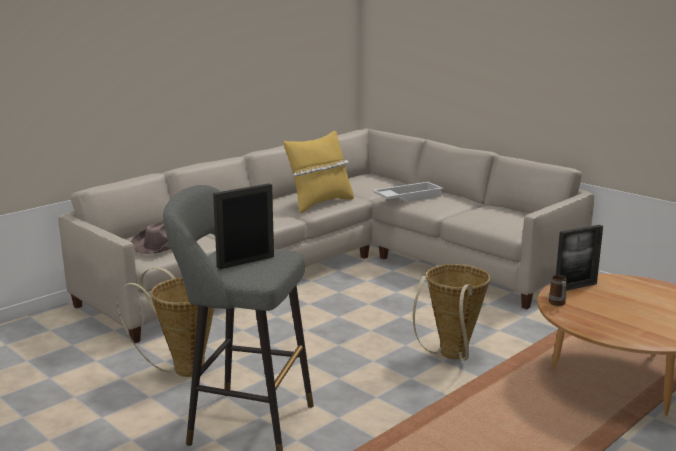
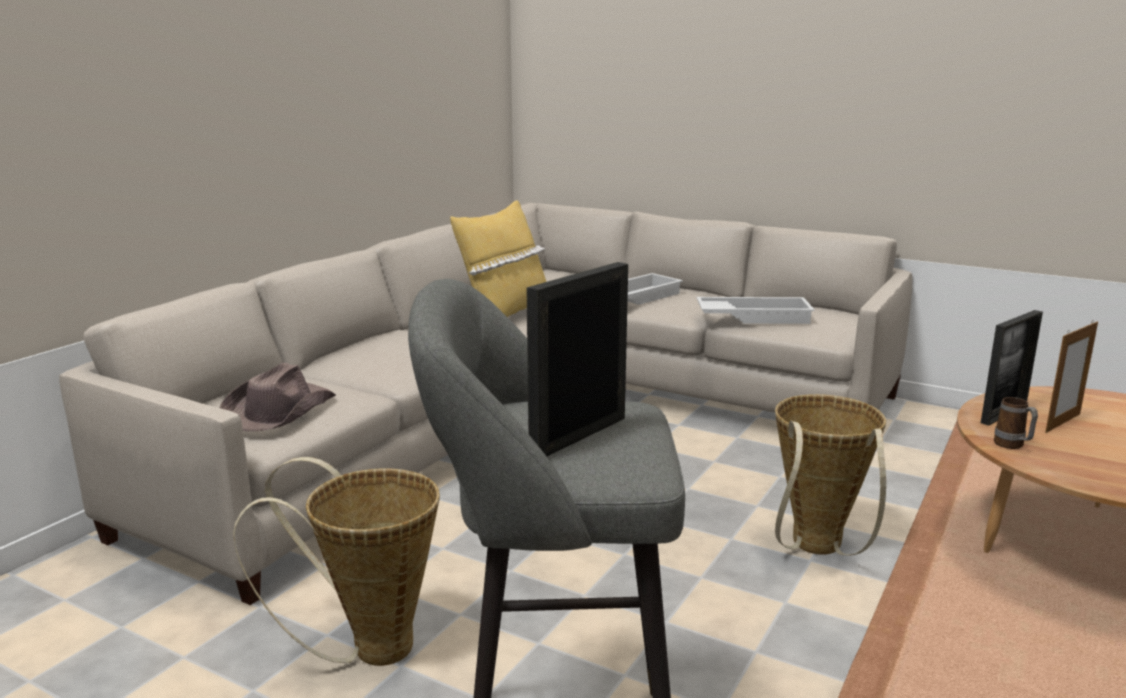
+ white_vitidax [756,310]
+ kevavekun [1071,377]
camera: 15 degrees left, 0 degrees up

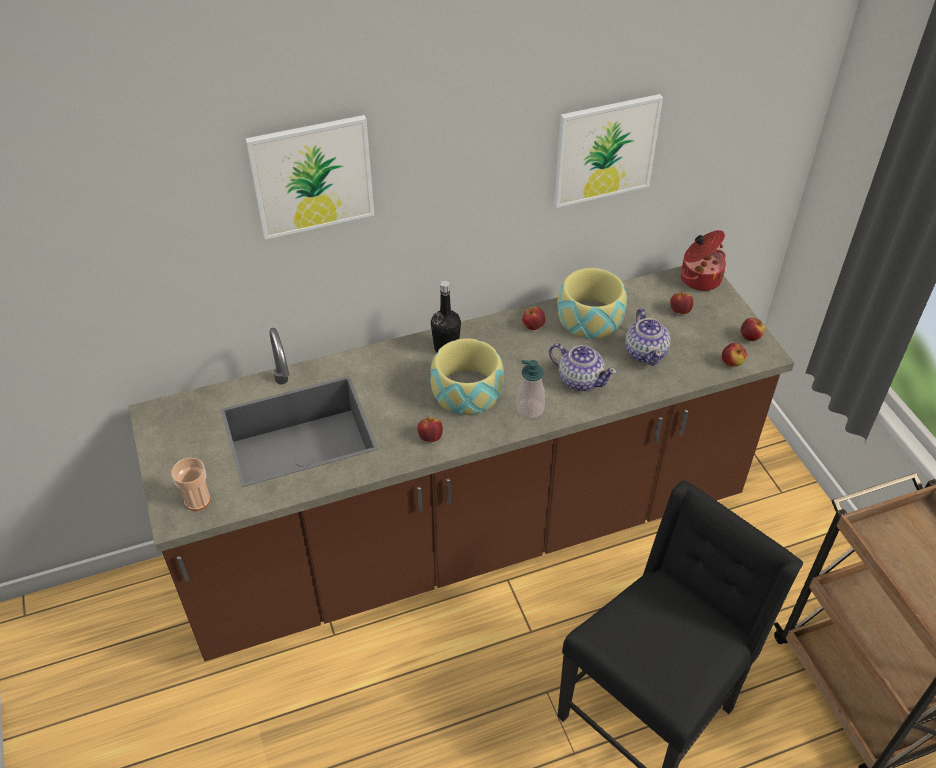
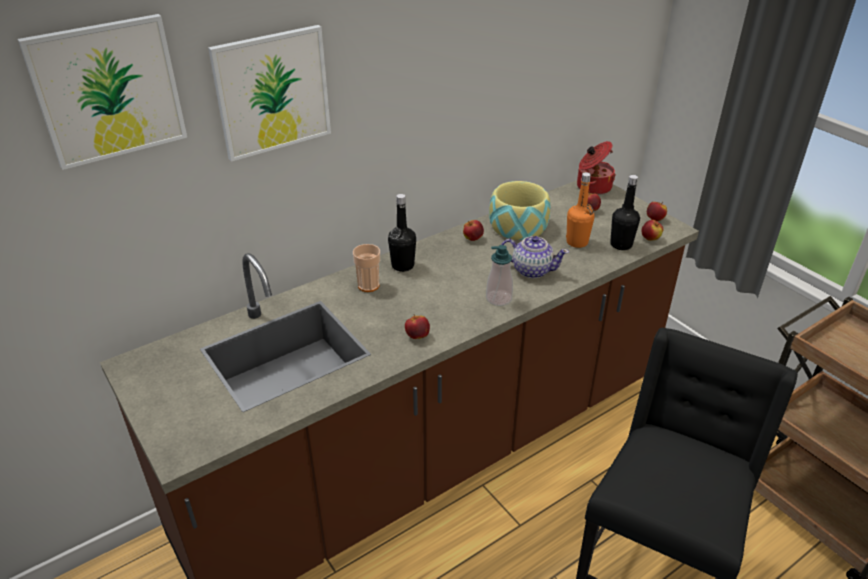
- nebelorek [467,376]
+ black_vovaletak [625,212]
~ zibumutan [190,484] to [366,268]
~ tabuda [608,151] to [102,92]
~ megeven [648,337] to orange_vovaletak [580,210]
camera: 15 degrees left, 10 degrees down

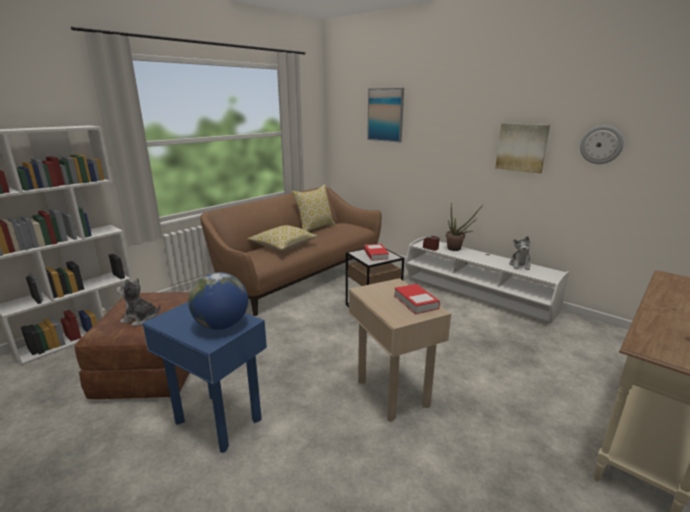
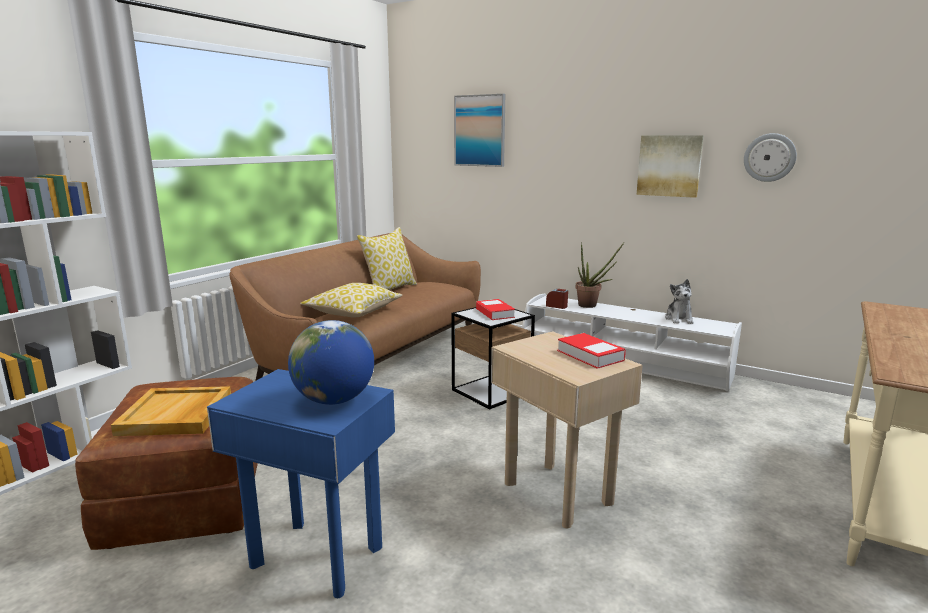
~ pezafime [138,302] to beige_vitidax [171,411]
camera: 10 degrees left, 5 degrees down

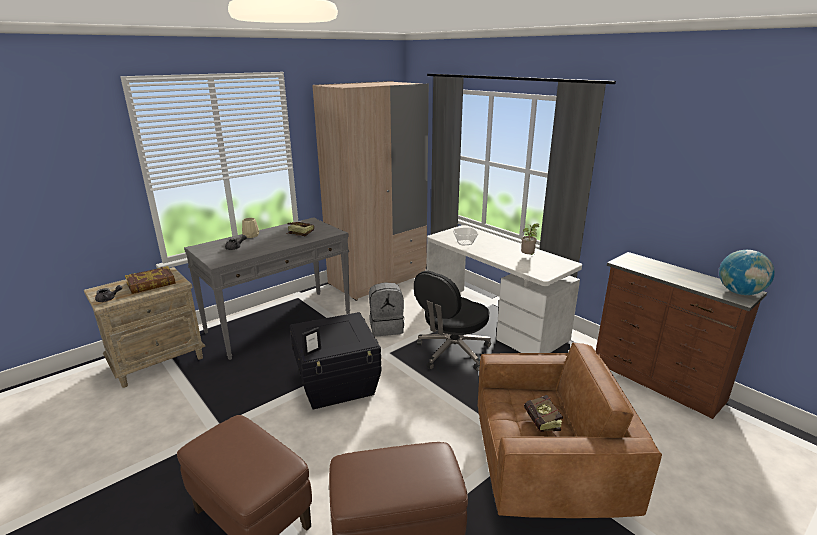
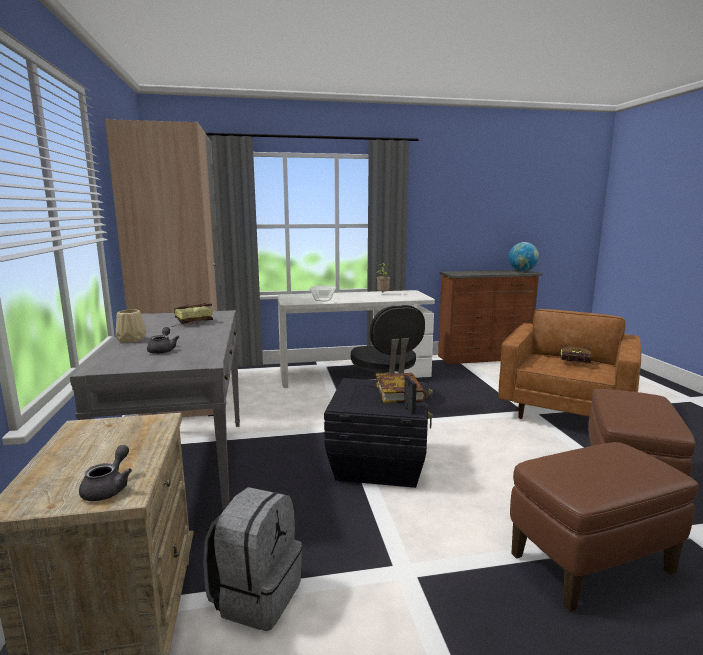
~ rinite [150,280] to [401,388]
~ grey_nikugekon [386,309] to [252,559]
camera: 60 degrees left, 10 degrees down

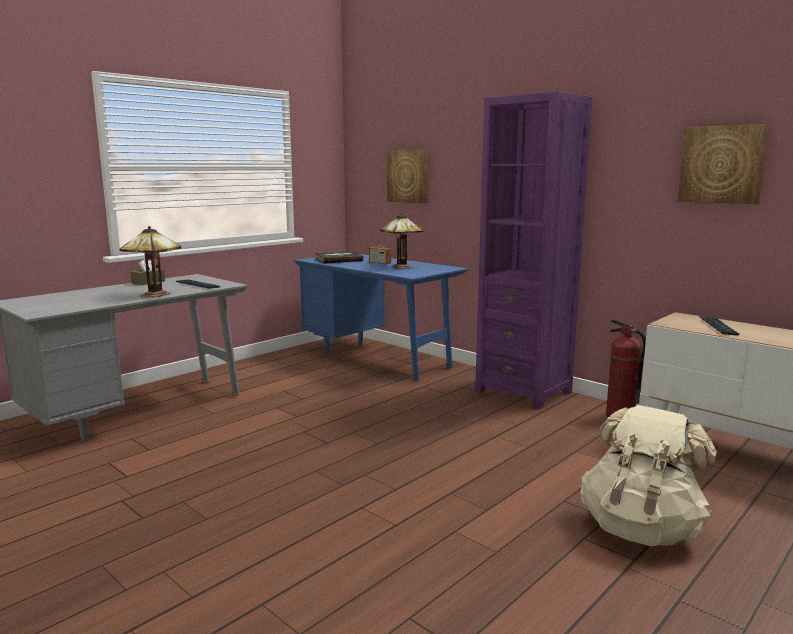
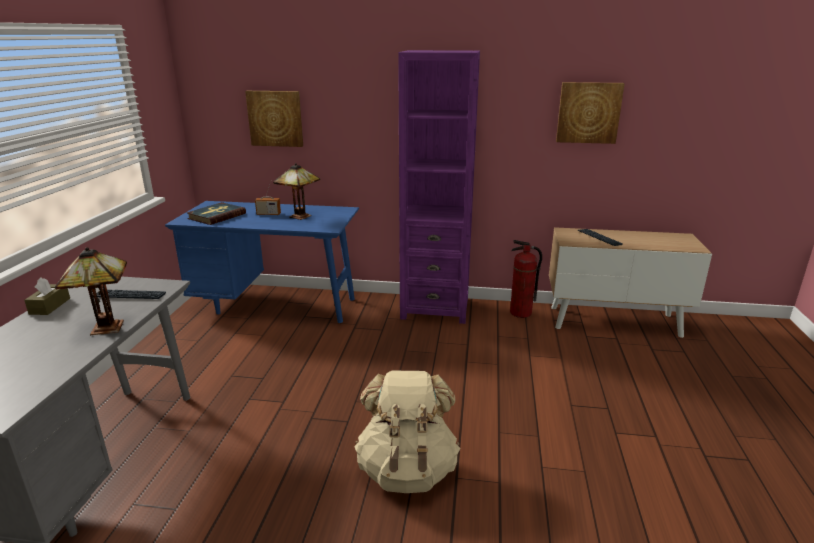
~ beige_nikugekon [648,475] to [407,432]
camera: 35 degrees left, 10 degrees up

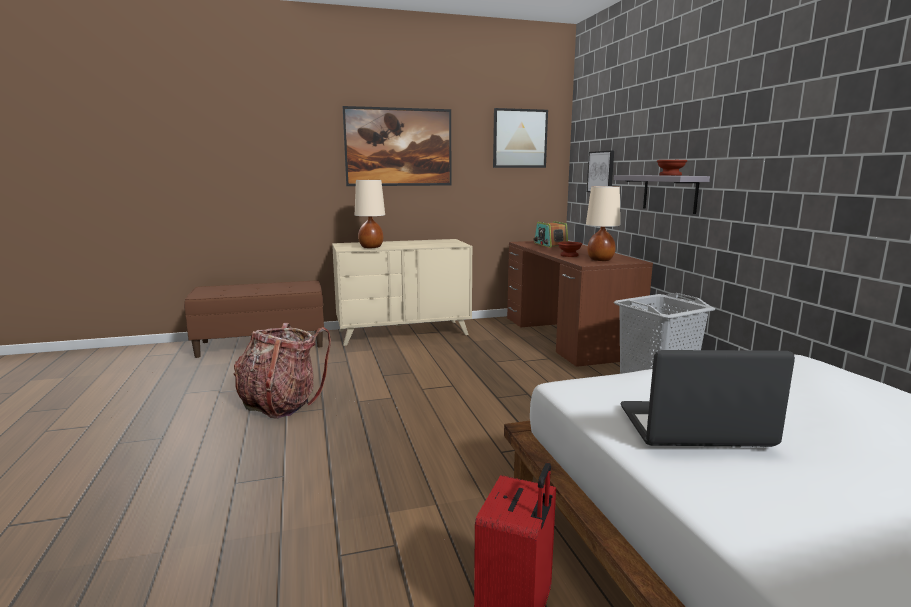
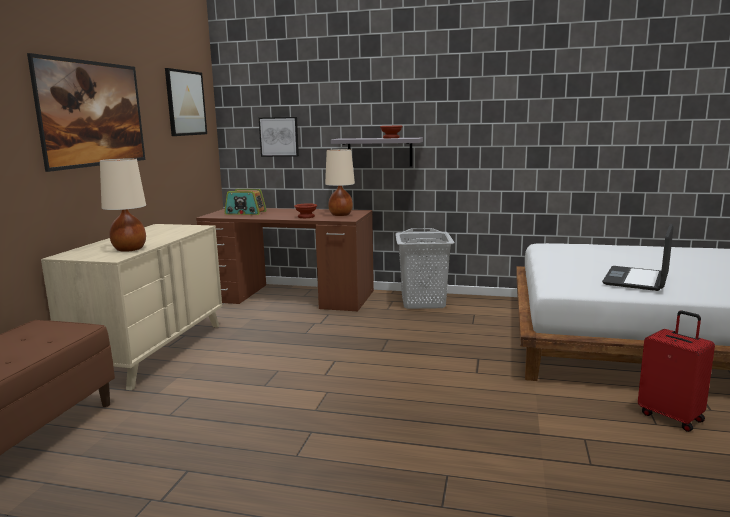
- nikugekon [282,371]
camera: 60 degrees left, 0 degrees up

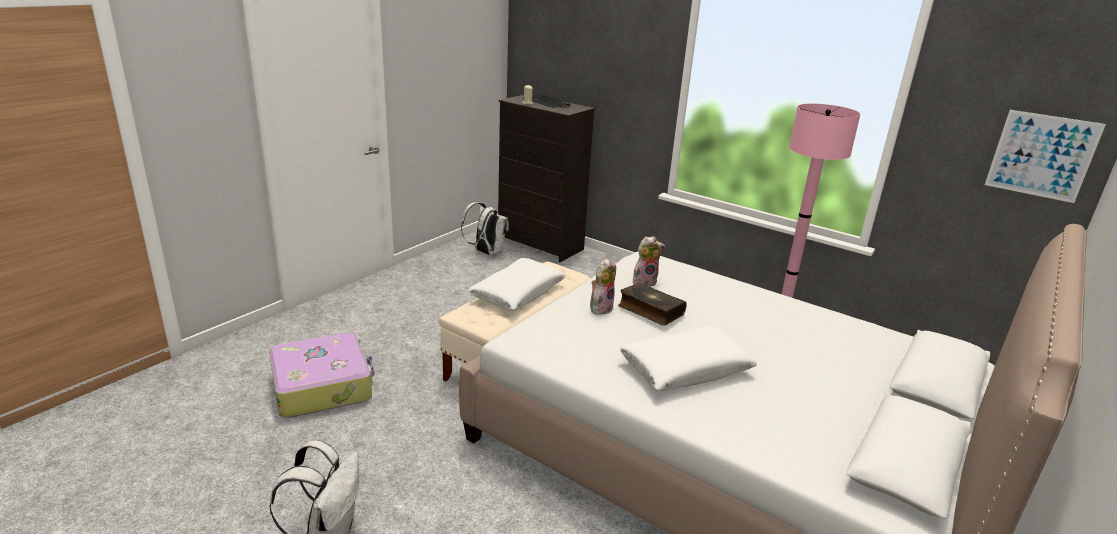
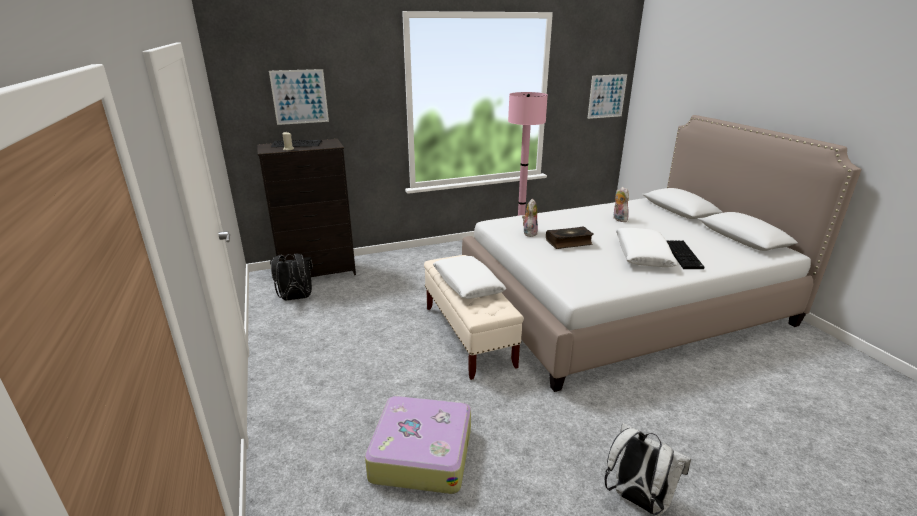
+ tabuda [299,97]
+ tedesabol [685,254]
~ pezafime [603,286] to [621,204]
~ white_nikugekon [485,229] to black_nikugekon [291,277]
camera: 55 degrees left, 0 degrees up

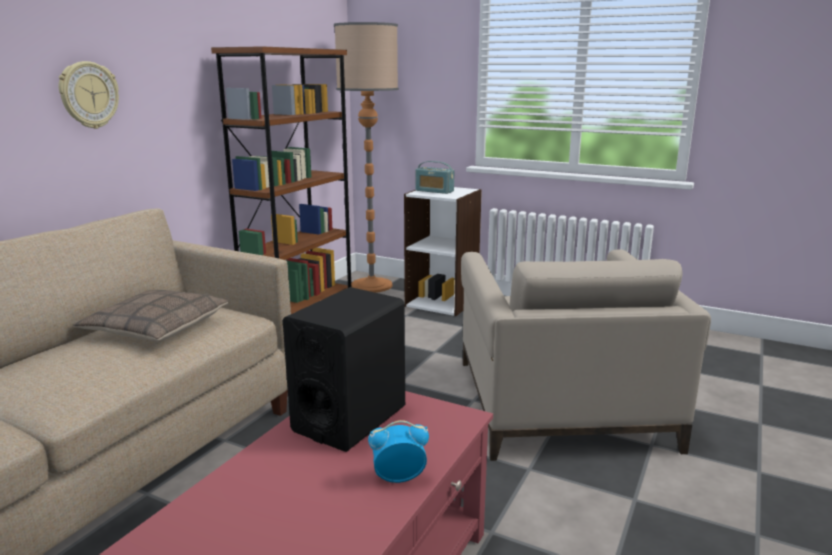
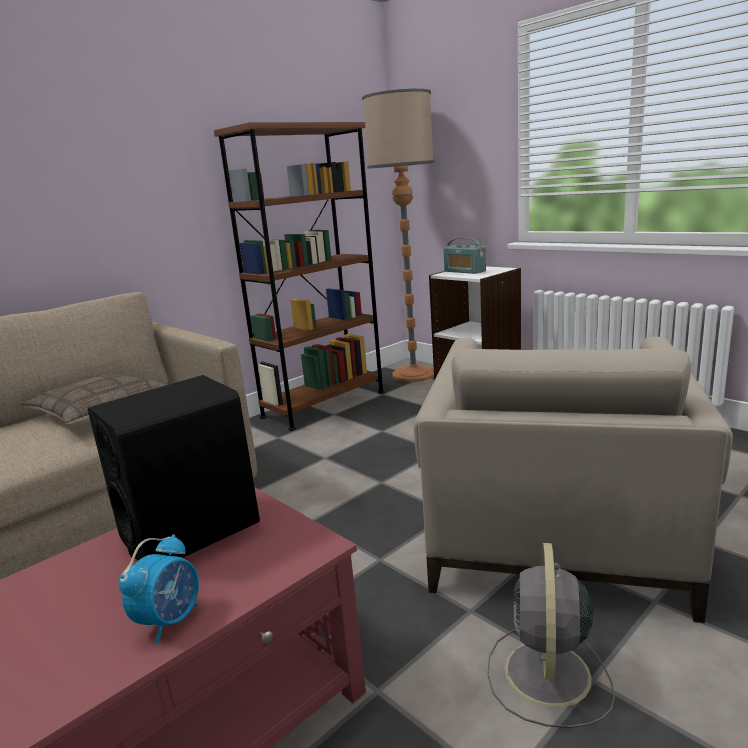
- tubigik [89,95]
+ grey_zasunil [551,635]
~ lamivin [398,451] = [159,589] 105 degrees clockwise
camera: 20 degrees right, 0 degrees up

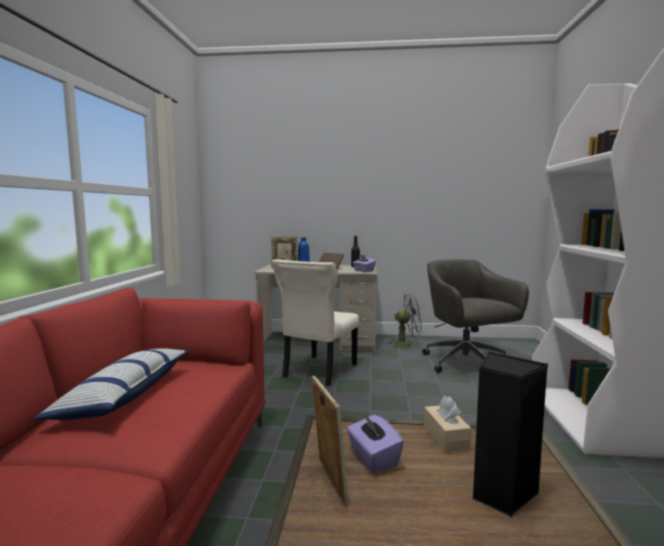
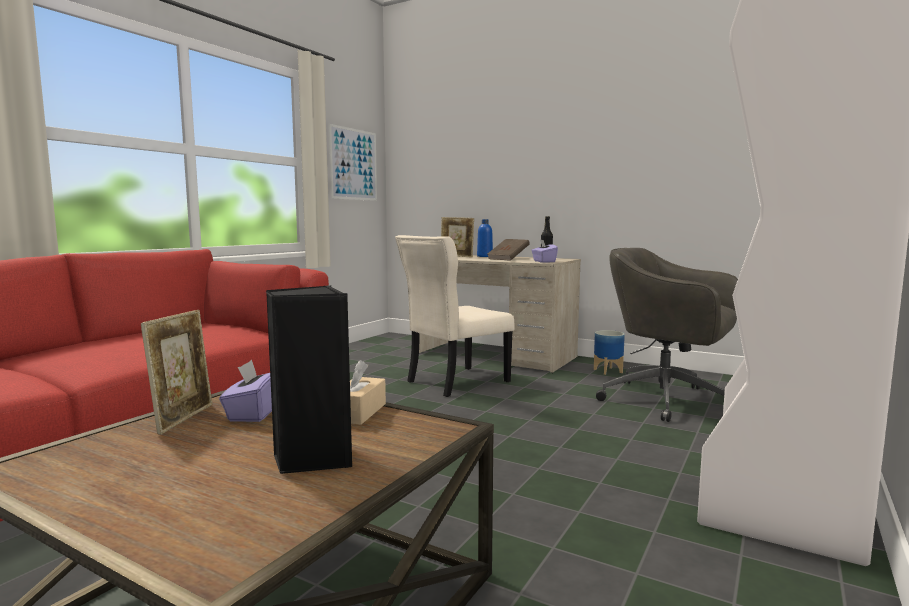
- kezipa [111,384]
+ tabuda [352,162]
~ grey_zasunil [404,322] to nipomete [609,352]
~ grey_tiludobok [475,316] = [667,335] 60 degrees counterclockwise
camera: 25 degrees right, 0 degrees up

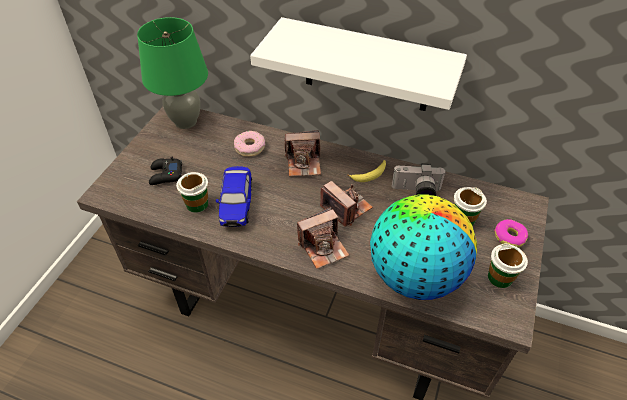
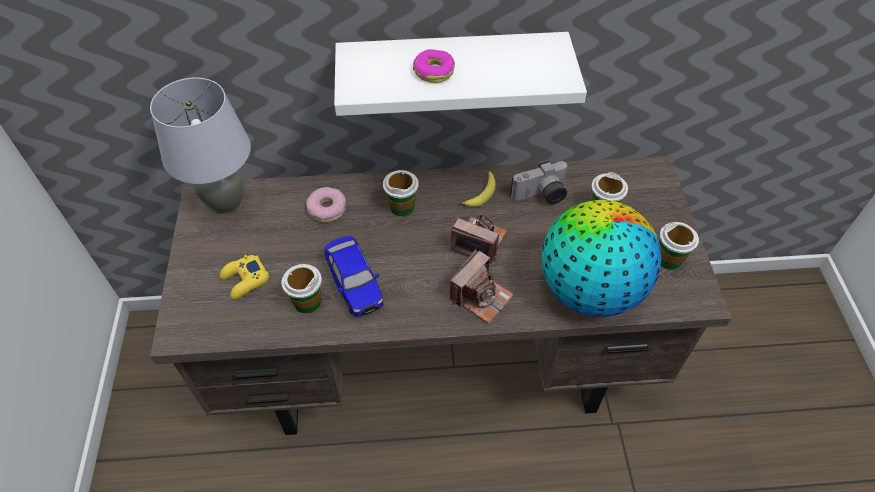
~ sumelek [511,233] to [434,66]
~ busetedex [302,153] to zibumutan [401,193]
~ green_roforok [172,73] to grey_roforok [200,146]
~ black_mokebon [165,171] to yellow_mokebon [244,277]
camera: 25 degrees left, 5 degrees up

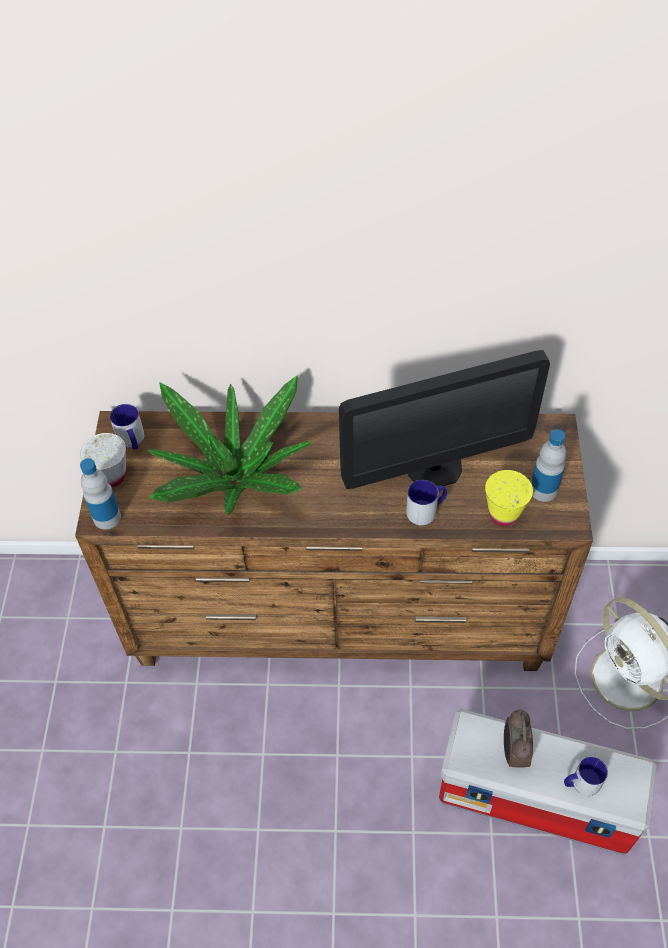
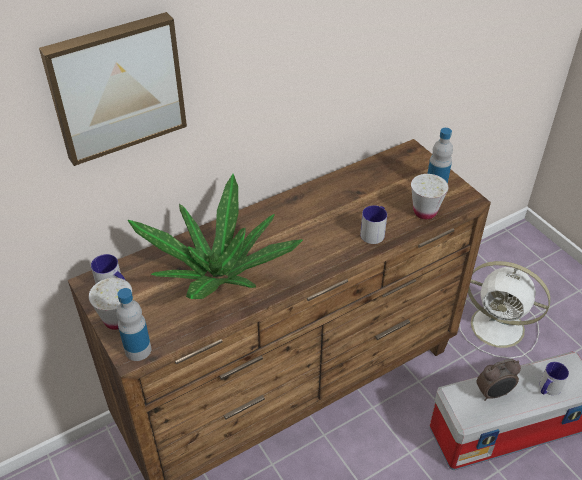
- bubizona [444,419]
+ tabuda [113,89]
~ yellow_zibumutan [509,498] to white_zibumutan [429,196]
~ lamivin [518,738] = [498,380] 75 degrees counterclockwise
camera: 35 degrees left, 10 degrees down

